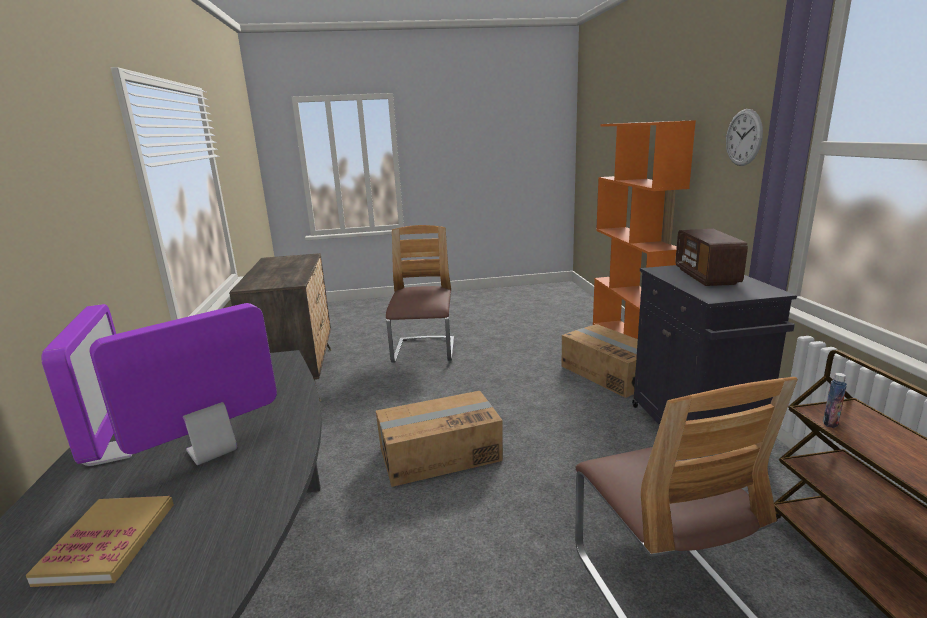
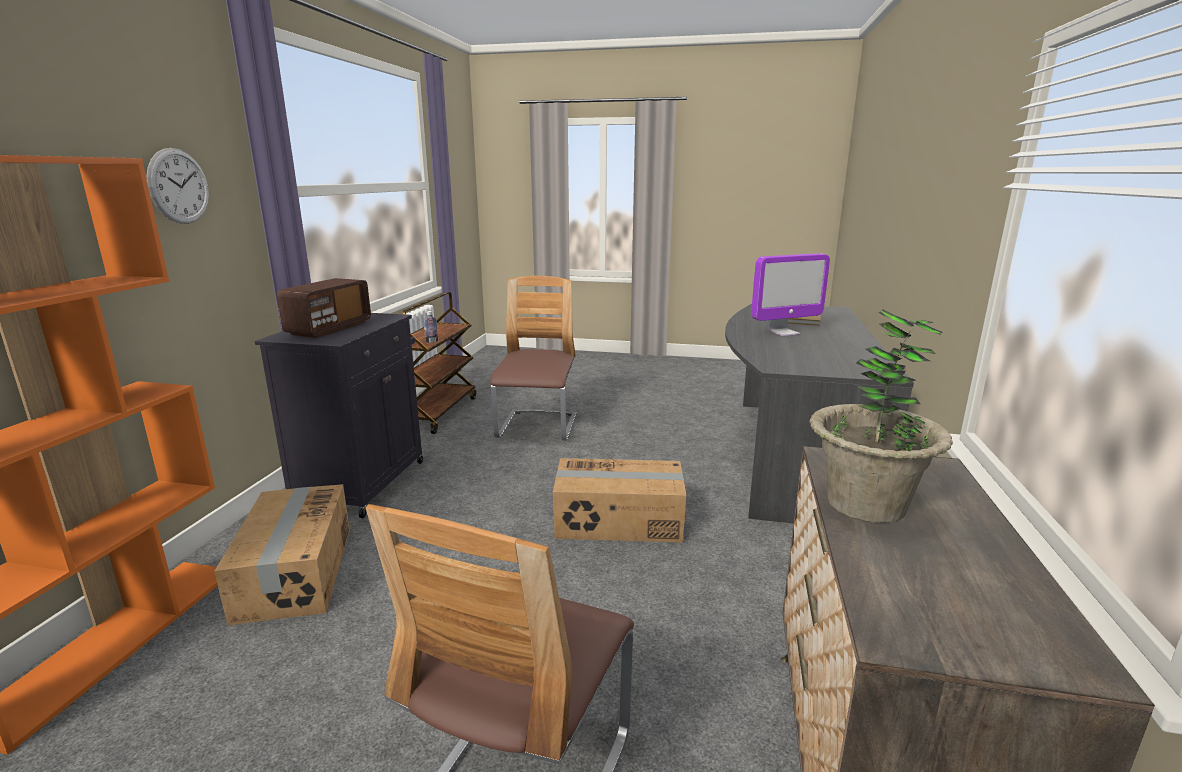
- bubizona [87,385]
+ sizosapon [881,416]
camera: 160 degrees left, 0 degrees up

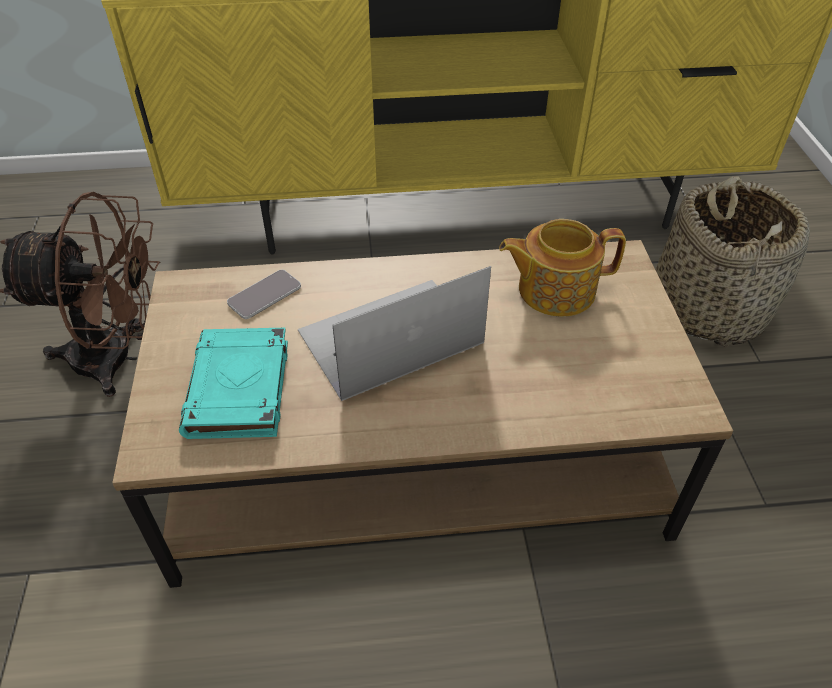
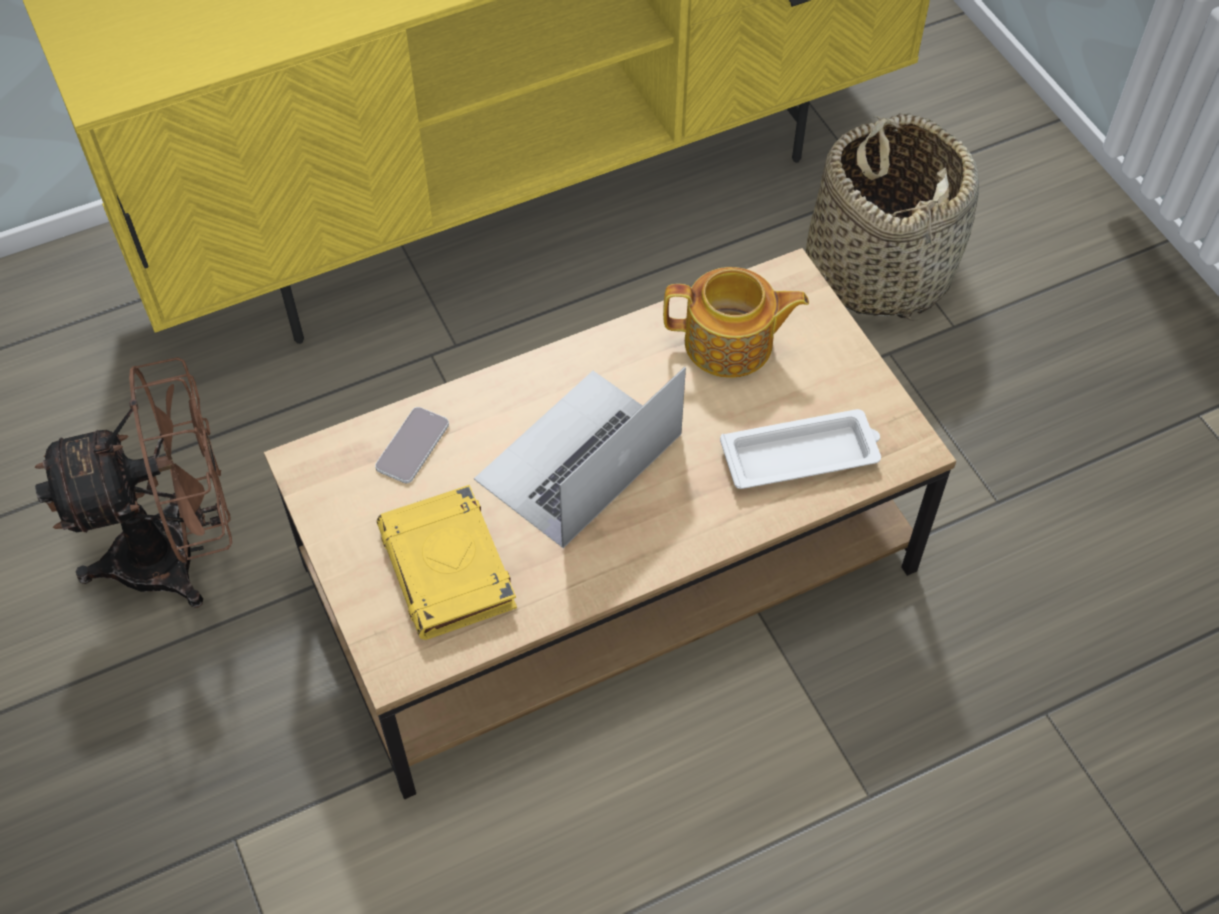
+ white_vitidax [800,449]
~ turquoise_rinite [233,383] to yellow_rinite [447,562]
~ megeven [562,268] = [736,322] 150 degrees counterclockwise
camera: 20 degrees left, 10 degrees up

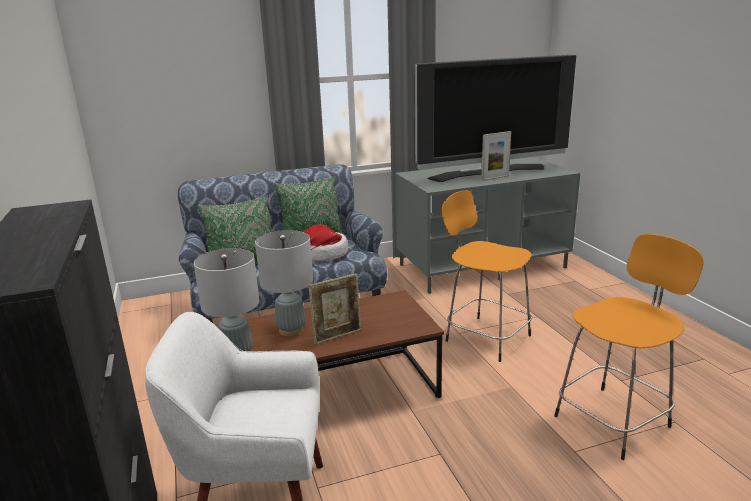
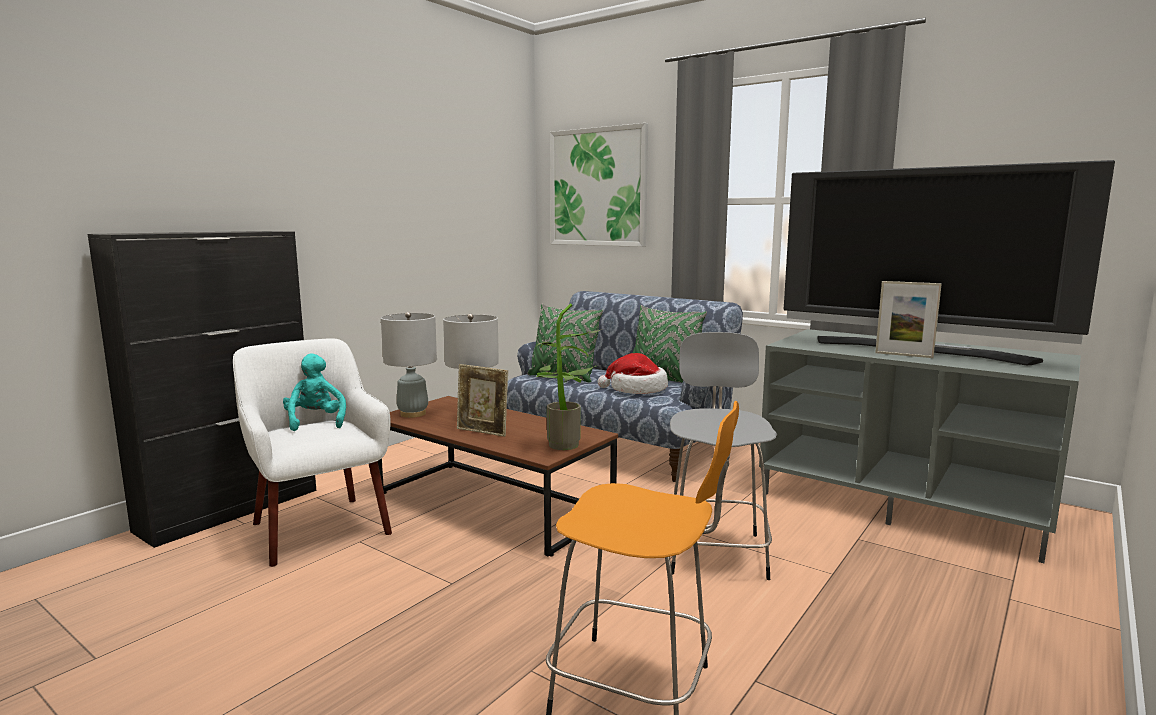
+ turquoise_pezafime [314,392]
+ sizosapon [568,376]
+ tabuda [599,185]
~ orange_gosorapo [486,276] to grey_gosorapo [723,456]
camera: 55 degrees right, 10 degrees down

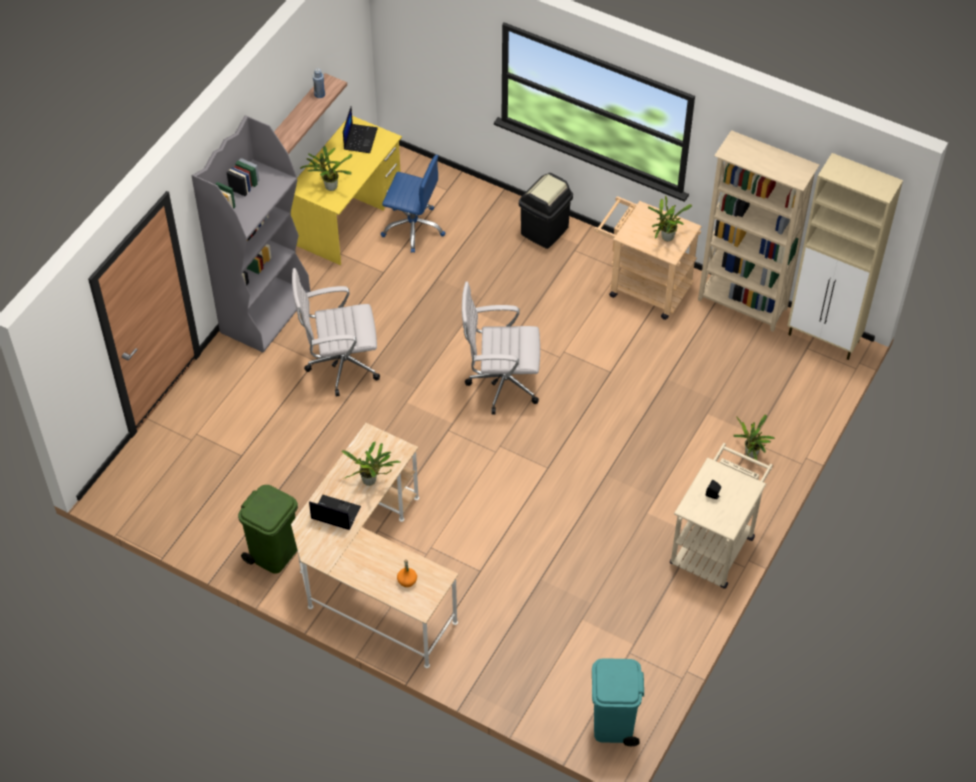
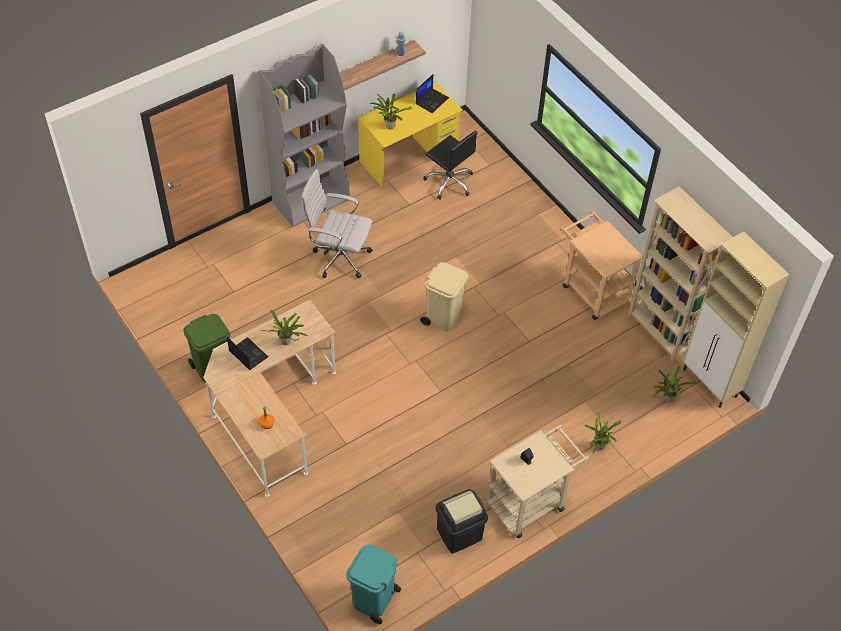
~ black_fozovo [546,211] to [461,521]
~ sizosapon [670,218] to [674,384]
~ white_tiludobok [501,348] to beige_fozovo [444,297]
~ blue_tiludobok [413,204] to black_tiludobok [450,165]
camera: 25 degrees right, 0 degrees up

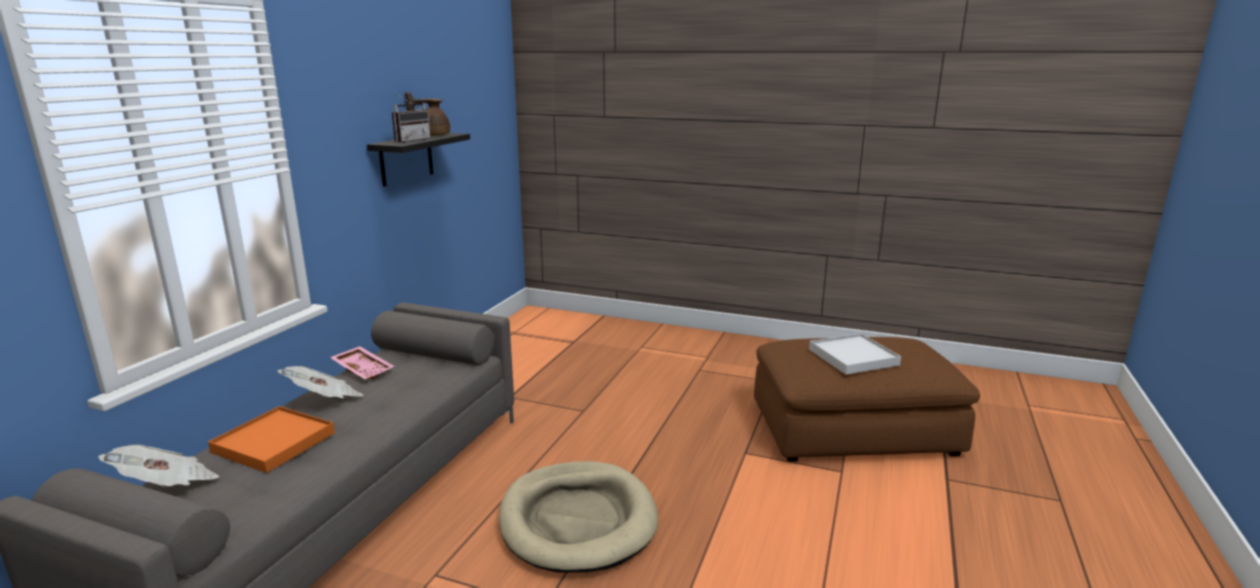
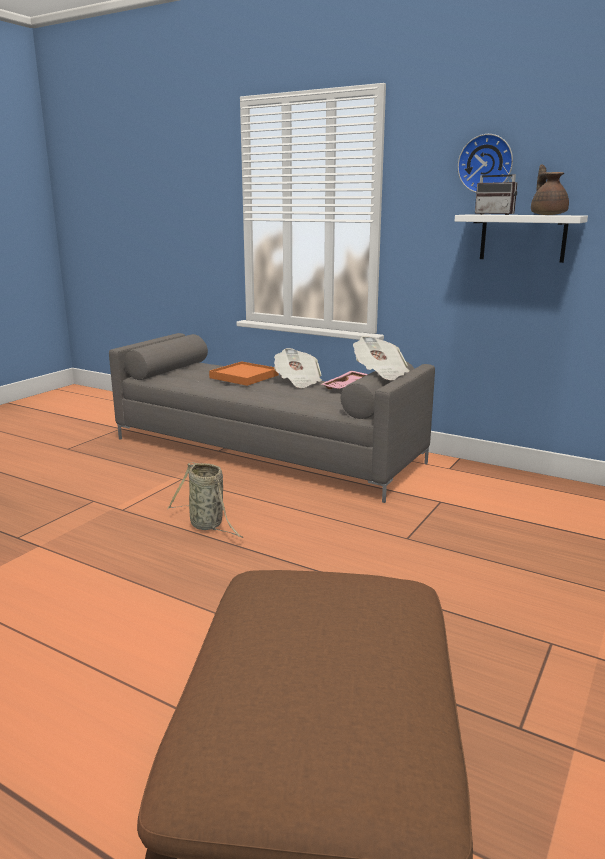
- white_vitidax [855,354]
+ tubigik [485,163]
~ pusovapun [159,466] to [381,358]
~ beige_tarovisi [578,516] to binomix [205,500]
~ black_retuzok [418,160] to white_retuzok [521,238]
camera: 100 degrees right, 0 degrees up

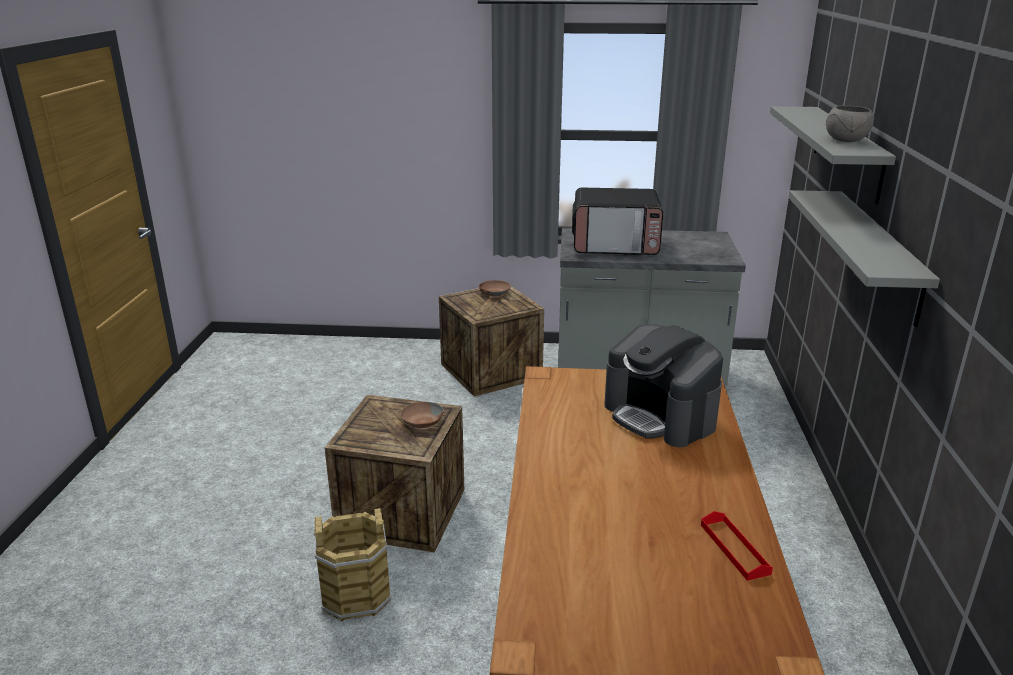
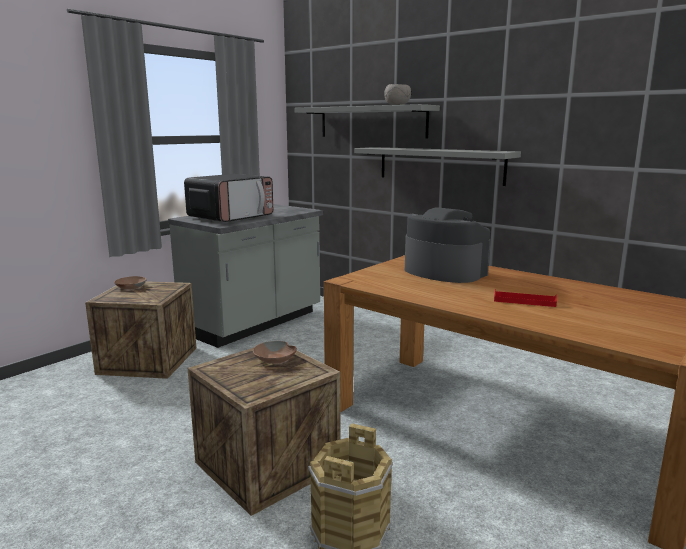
~ red_vitidax [737,546] to [525,298]
~ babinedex [663,385] = [448,245] 135 degrees counterclockwise
camera: 55 degrees left, 10 degrees down

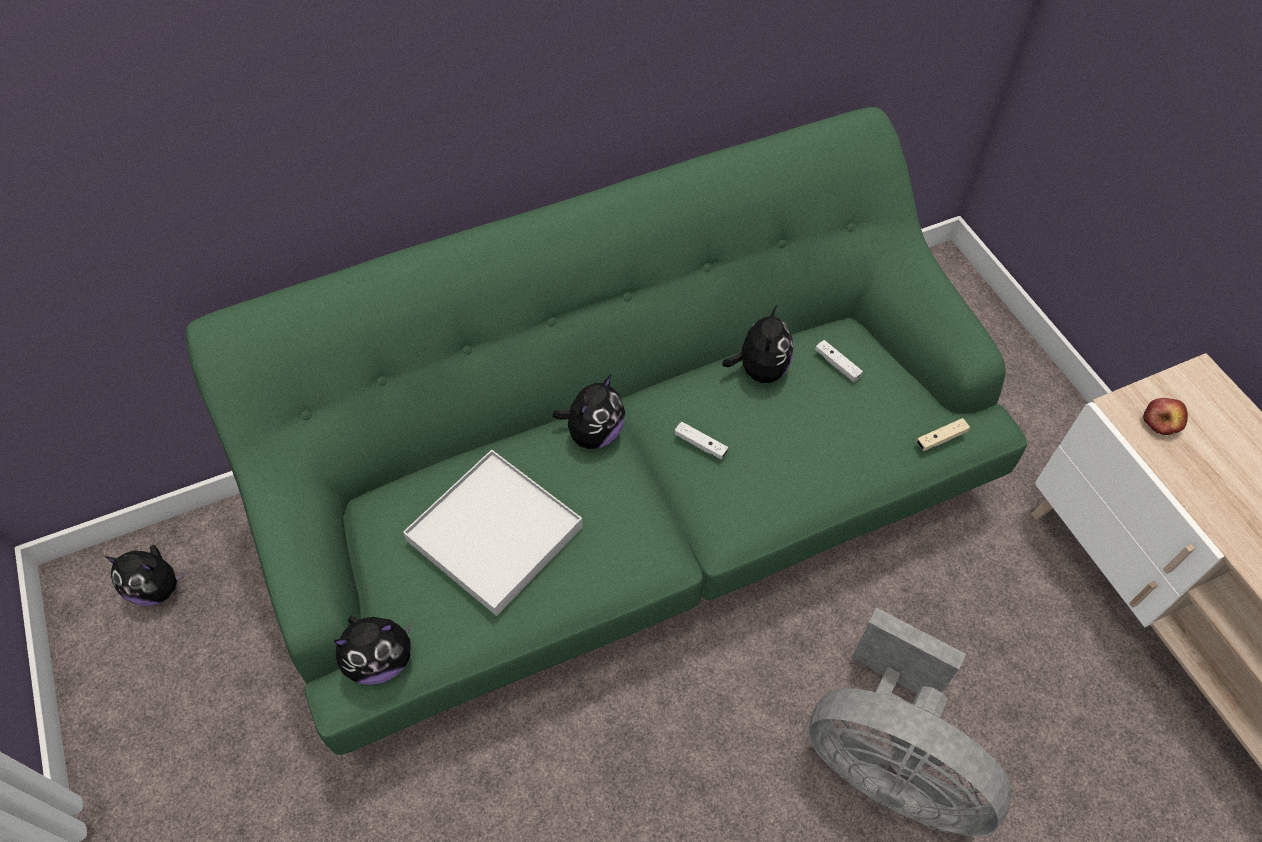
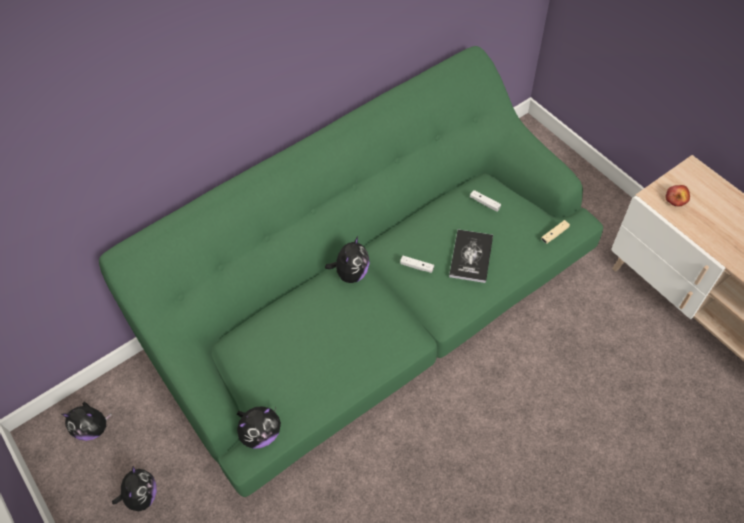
- white_vitidax [493,533]
- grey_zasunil [909,722]
+ rinite [471,256]
~ pezafime [757,343] to [134,488]
camera: 10 degrees left, 0 degrees up

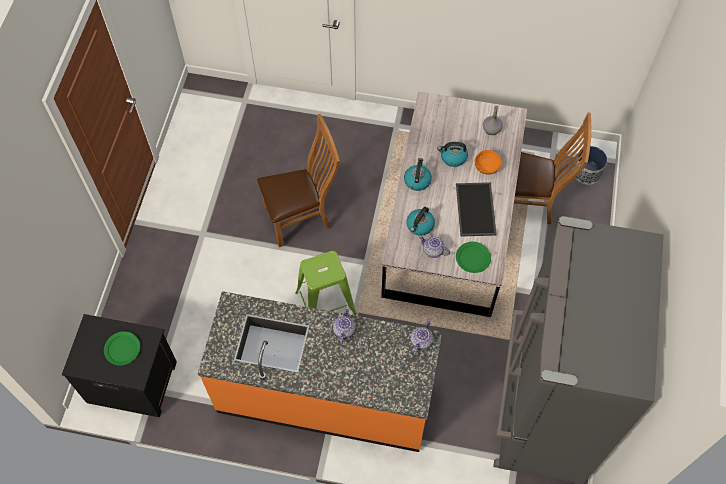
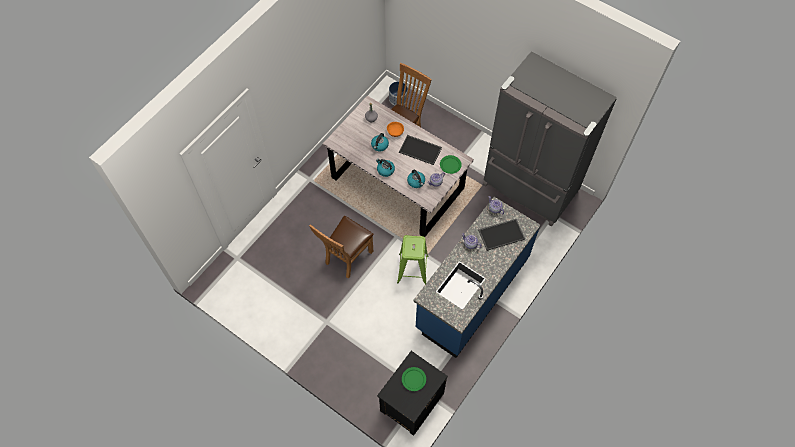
+ vitidax [501,235]
~ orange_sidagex [320,371] to blue_sidagex [477,277]
~ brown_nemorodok [298,180] = [341,247] 150 degrees counterclockwise
camera: 65 degrees left, 0 degrees up

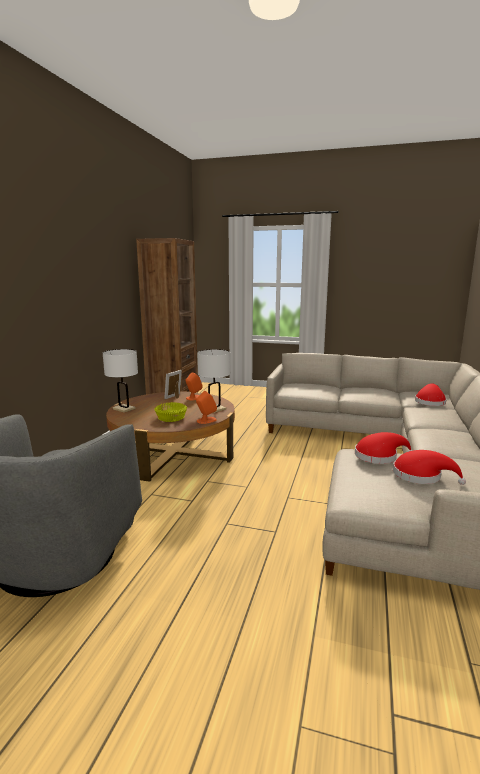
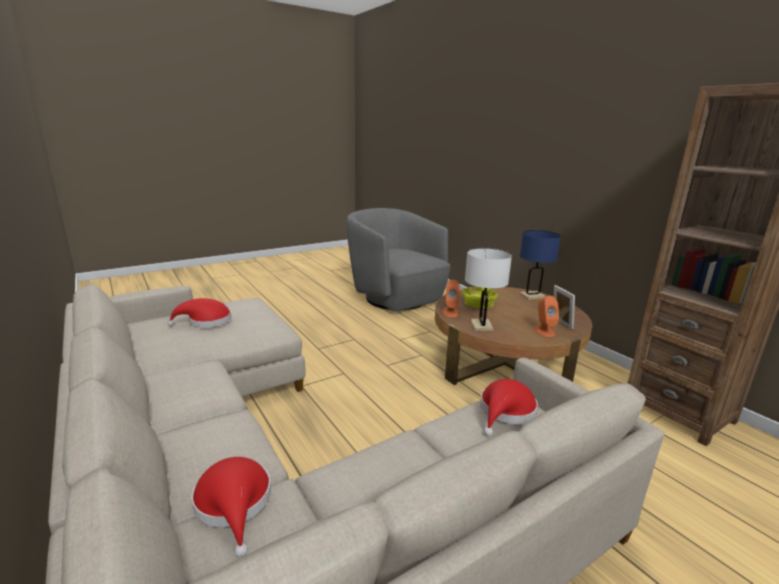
~ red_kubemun [384,448] to [509,407]
~ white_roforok [120,381] to blue_roforok [540,265]
camera: 130 degrees right, 5 degrees up

